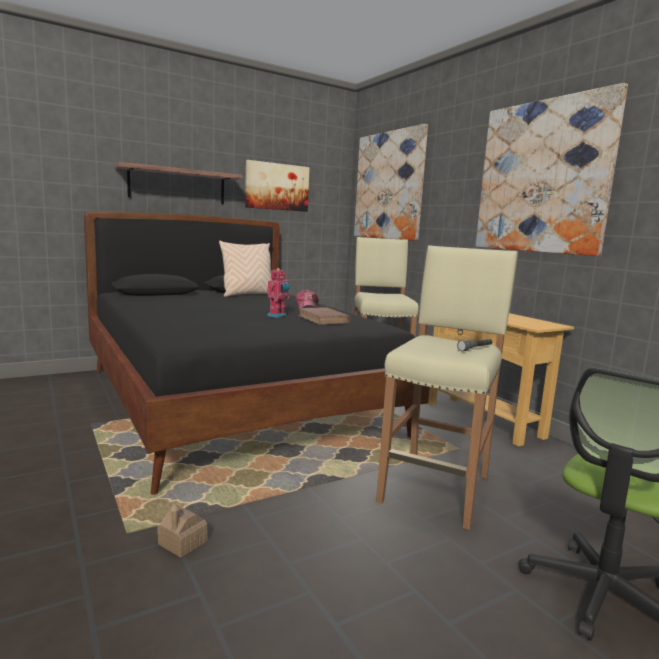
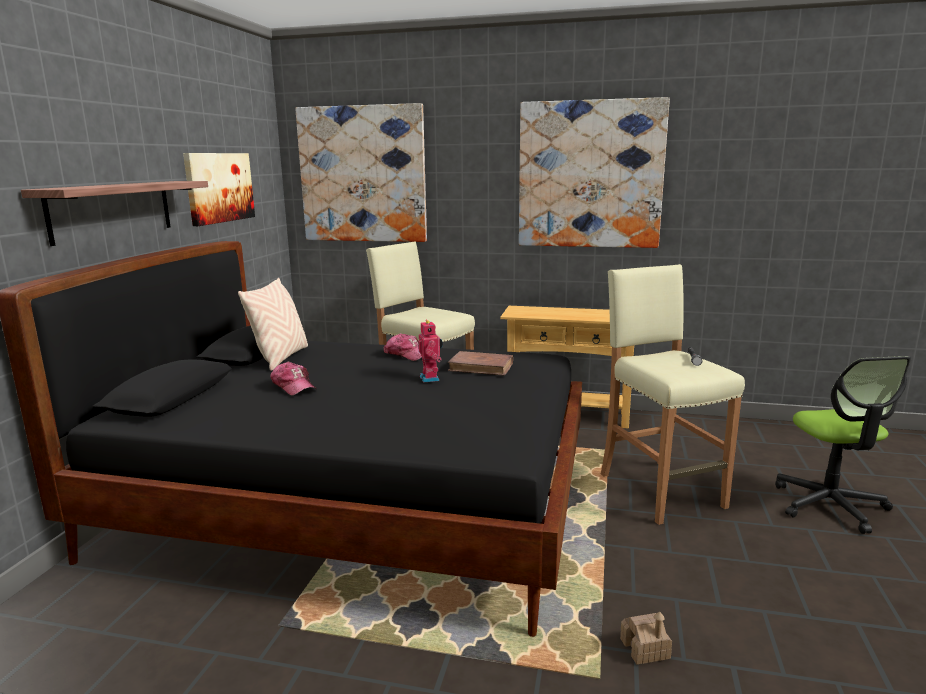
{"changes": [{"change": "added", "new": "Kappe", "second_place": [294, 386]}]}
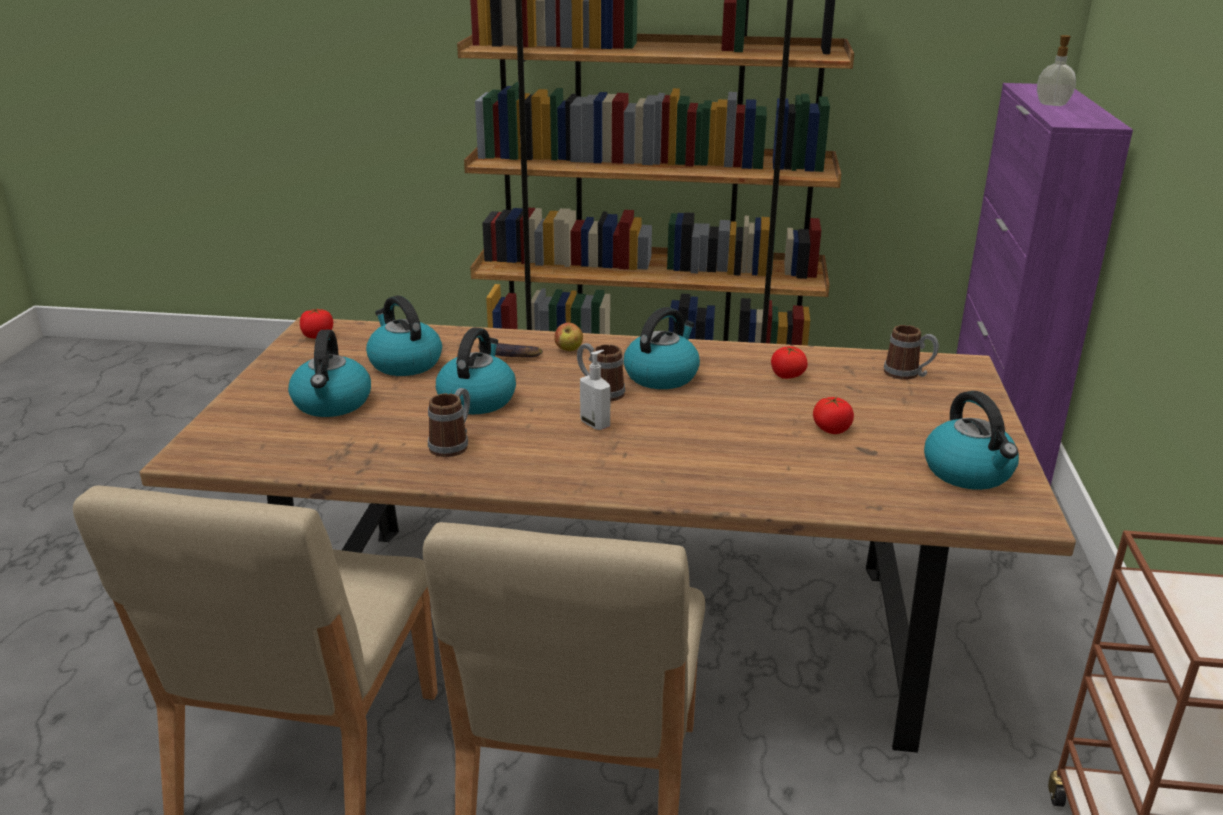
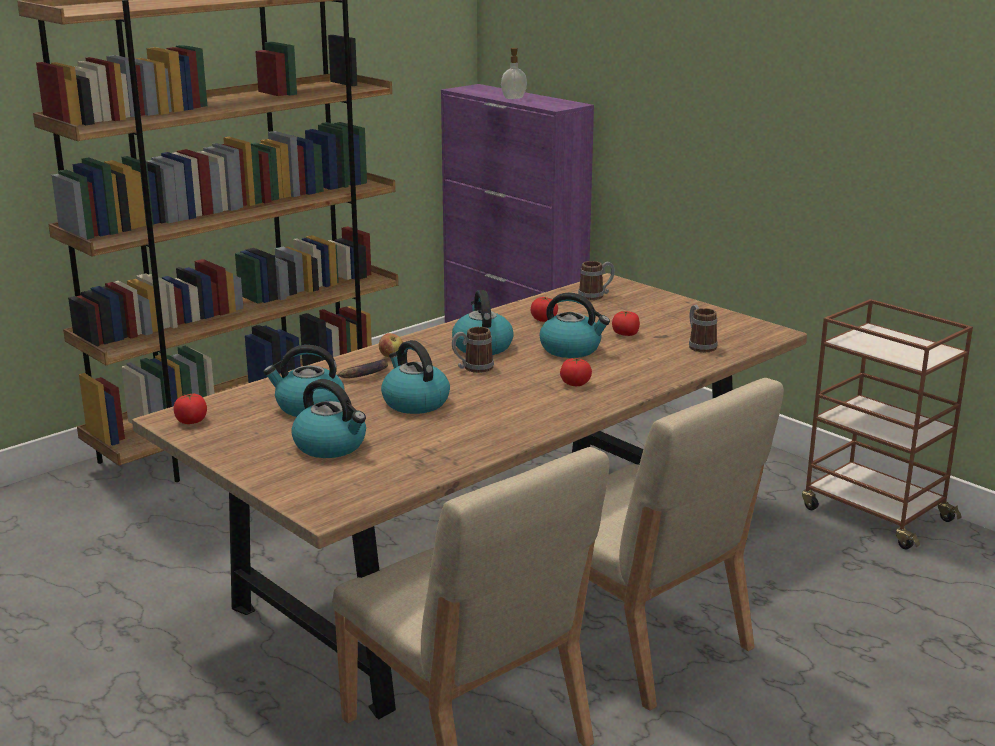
{"changes": [{"change": "removed", "old": "Seifenspender", "first_place": [595, 424]}, {"change": "added", "new": "Tomate", "second_place": [575, 384]}, {"change": "moved", "old": "Henkelbecher", "first_place": [453, 444], "second_place": [699, 345]}, {"change": "moved", "old": "Wasserkessel", "first_place": [969, 472], "second_place": [571, 349]}]}
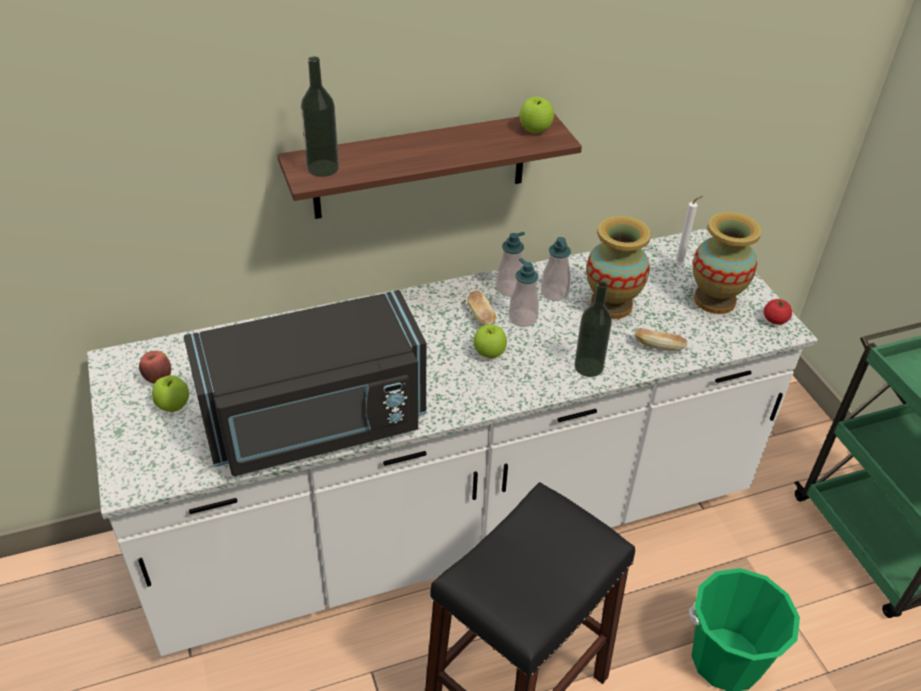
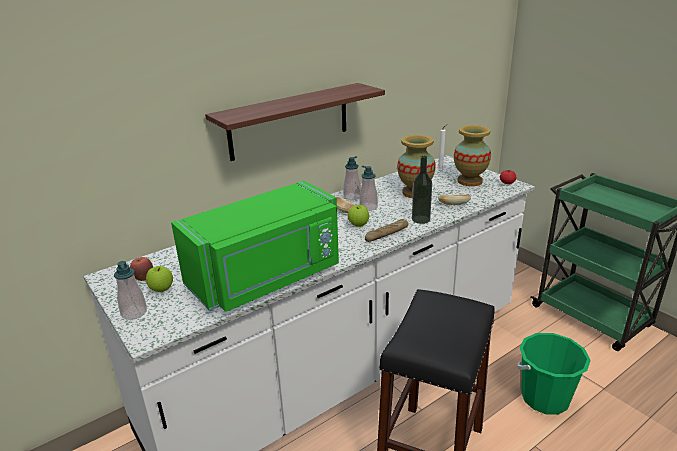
{"changes": [{"change": "removed", "old": "Flasche", "first_place": [322, 168]}, {"change": "removed", "old": "Apfel", "first_place": [535, 130]}, {"change": "added", "new": "Brot", "second_place": [386, 234]}, {"change": "moved", "old": "Seifenspender", "first_place": [554, 293], "second_place": [134, 313]}, {"change": "recoloured", "old": "Mikrowelle (schwarz)", "new": "Mikrowelle (grün)", "first_place": [316, 424], "second_place": [268, 277]}]}
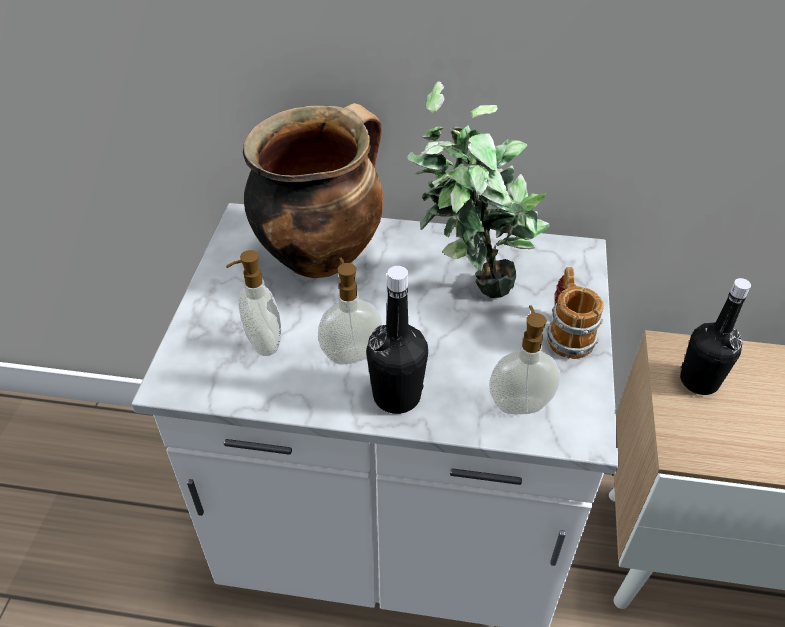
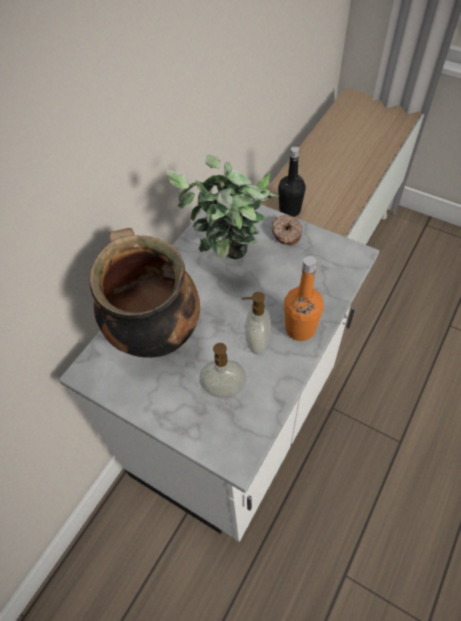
{"changes": [{"change": "removed", "old": "Seifenspender", "first_place": [519, 403]}, {"change": "replaced", "old": "Henkelbecher", "new": "Donut", "first_place": [567, 333], "second_place": [286, 234]}, {"change": "recoloured", "old": "Flasche (schwarz)", "new": "Flasche (orange)", "first_place": [396, 396], "second_place": [300, 329]}]}
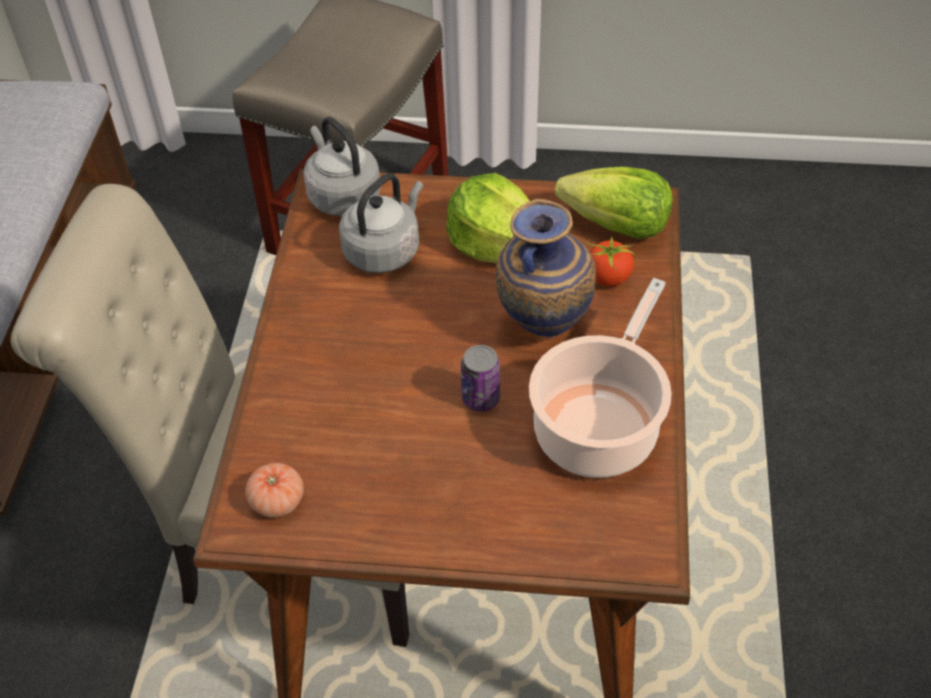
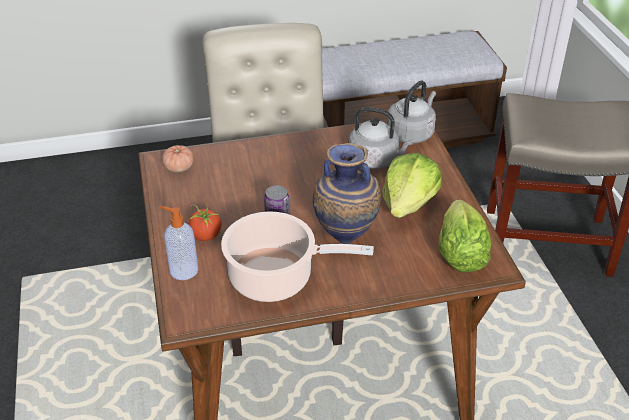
{"changes": [{"change": "added", "new": "Seifenspender", "second_place": [182, 270]}, {"change": "moved", "old": "Tomate", "first_place": [607, 278], "second_place": [205, 235]}]}
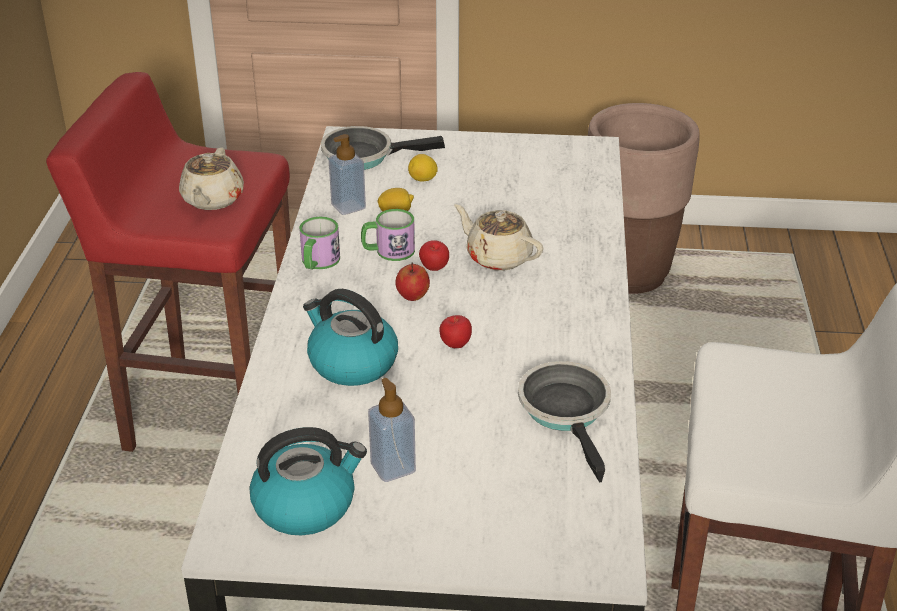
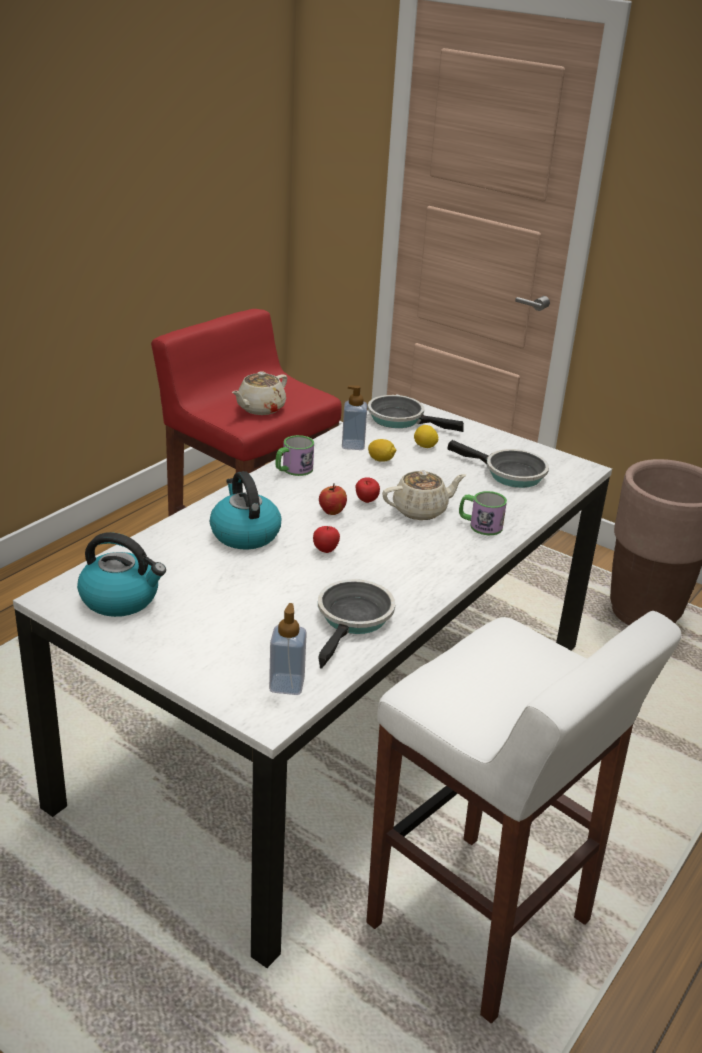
{"changes": [{"change": "added", "new": "Pfanne", "second_place": [509, 474]}, {"change": "moved", "old": "Henkelbecher", "first_place": [388, 251], "second_place": [480, 525]}, {"change": "moved", "old": "Seifenspender", "first_place": [393, 467], "second_place": [287, 684]}, {"change": "turned", "old": "Teekanne (beige)", "first_place": [497, 257], "second_place": [421, 510], "degrees": 90}]}
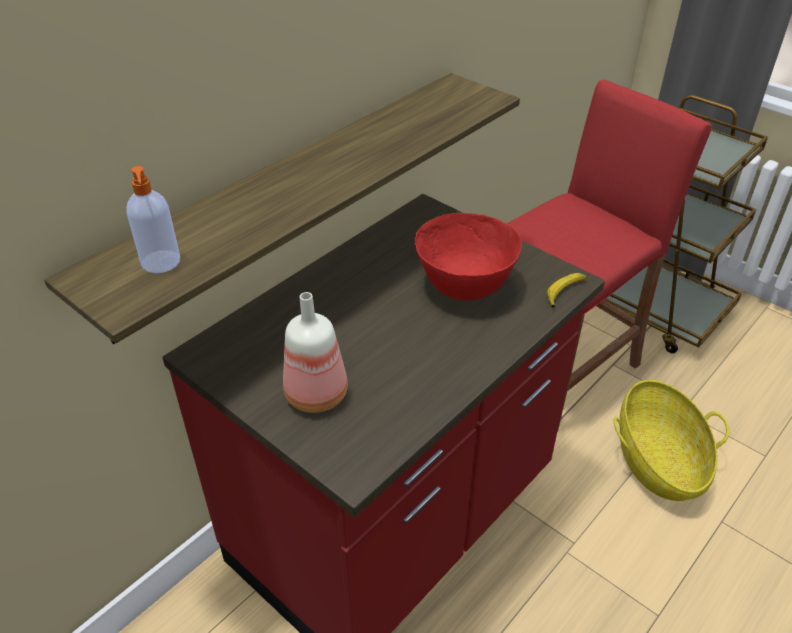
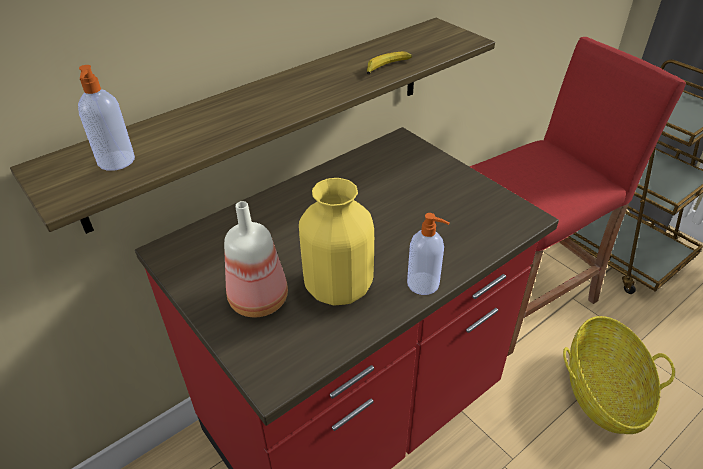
{"changes": [{"change": "removed", "old": "Schüssel (rot)", "first_place": [464, 288]}, {"change": "added", "new": "Vase (gelb)", "second_place": [337, 288]}, {"change": "added", "new": "Seifenspender", "second_place": [424, 284]}, {"change": "moved", "old": "Banane", "first_place": [565, 293], "second_place": [387, 67]}]}
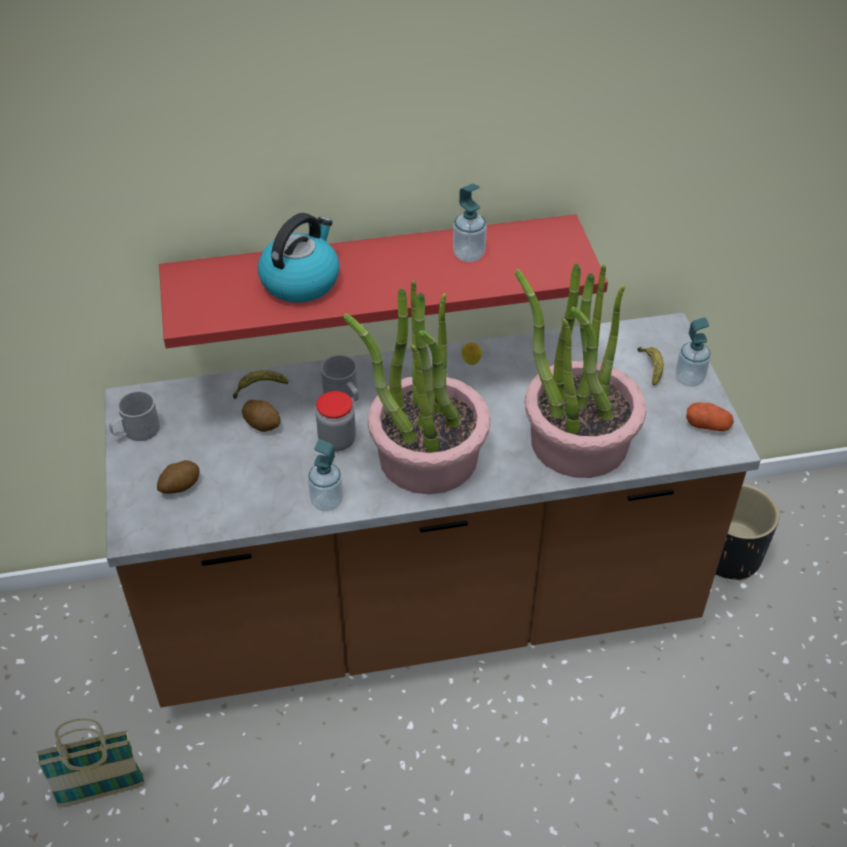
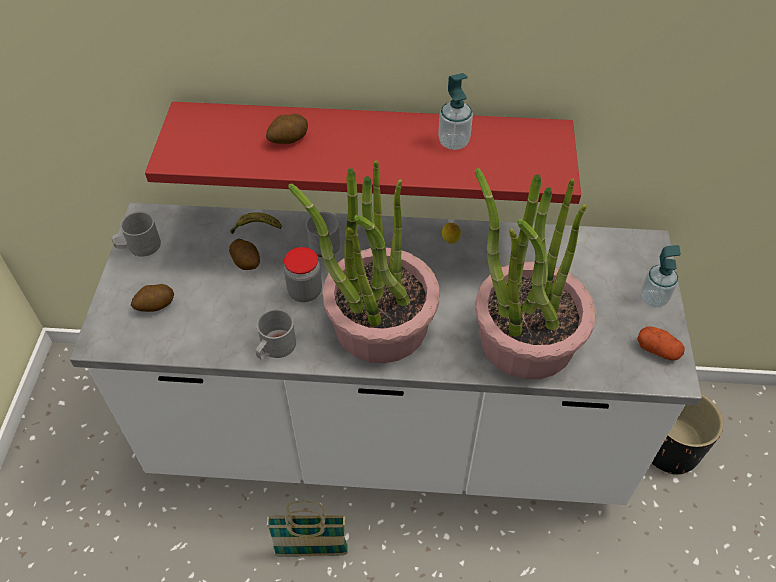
{"changes": [{"change": "removed", "old": "Banane", "first_place": [651, 368]}, {"change": "moved", "old": "Korb", "first_place": [101, 792], "second_place": [311, 551]}, {"change": "replaced", "old": "Wasserkessel", "new": "Kartoffel", "first_place": [301, 280], "second_place": [288, 140]}, {"change": "replaced", "old": "Seifenspender", "new": "Henkelbecher (grau)", "first_place": [327, 501], "second_place": [275, 348]}, {"change": "recoloured", "old": "Küchenzeile (braun)", "new": "Küchenzeile (weiß)", "first_place": [423, 611], "second_place": [388, 436]}]}
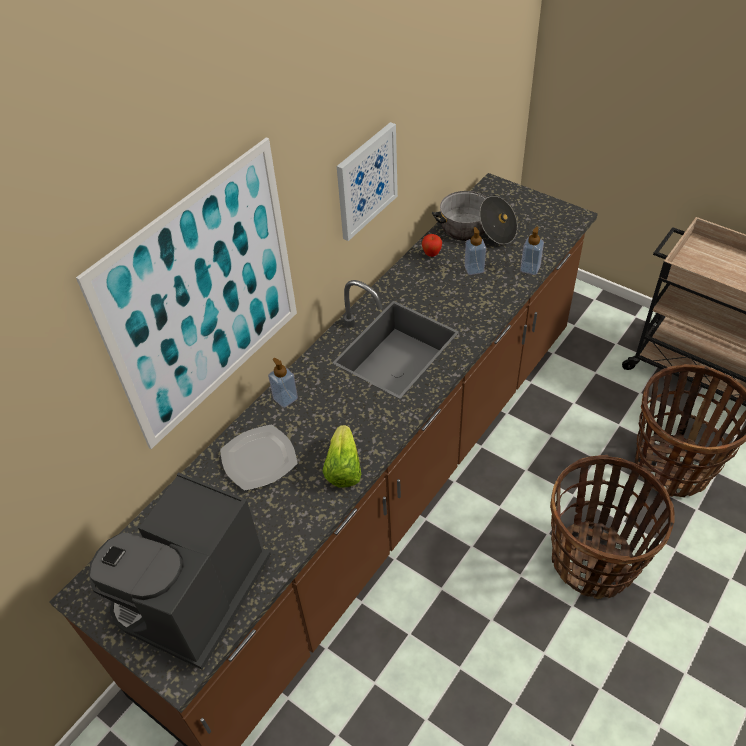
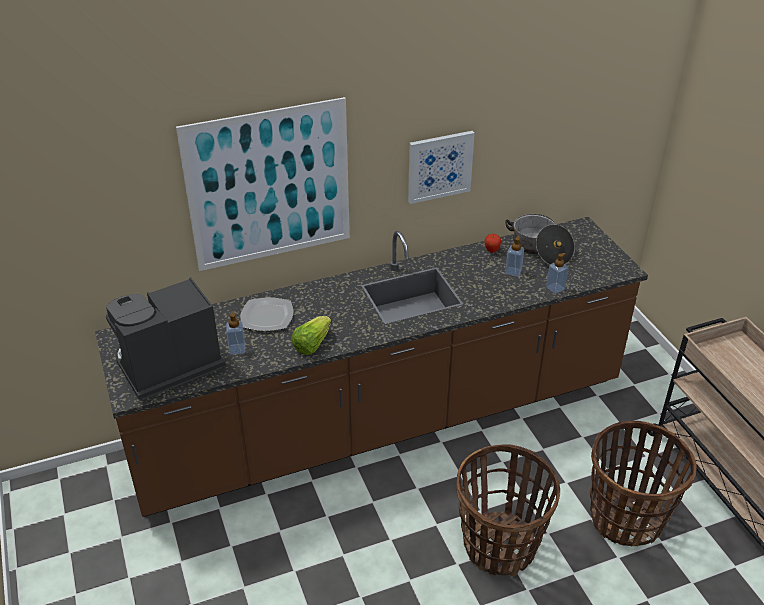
{"changes": [{"change": "moved", "old": "Seifenspender", "first_place": [285, 398], "second_place": [237, 349]}]}
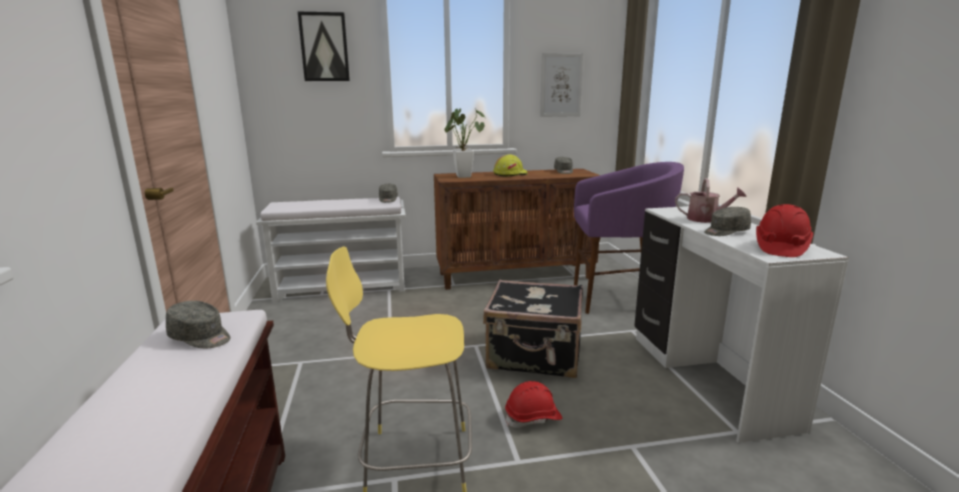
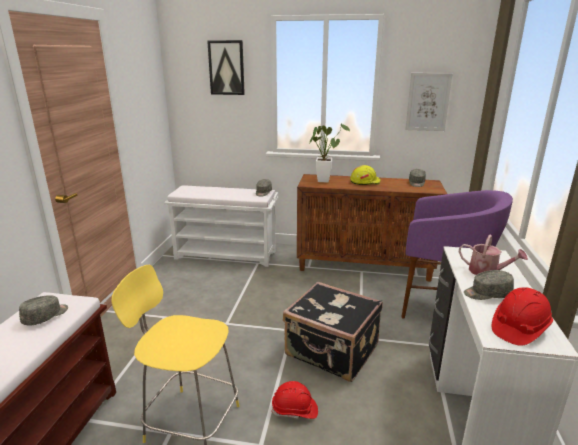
{"changes": [{"change": "turned", "old": "Kappe (grau)", "first_place": [201, 337], "second_place": [46, 316], "degrees": -105}]}
